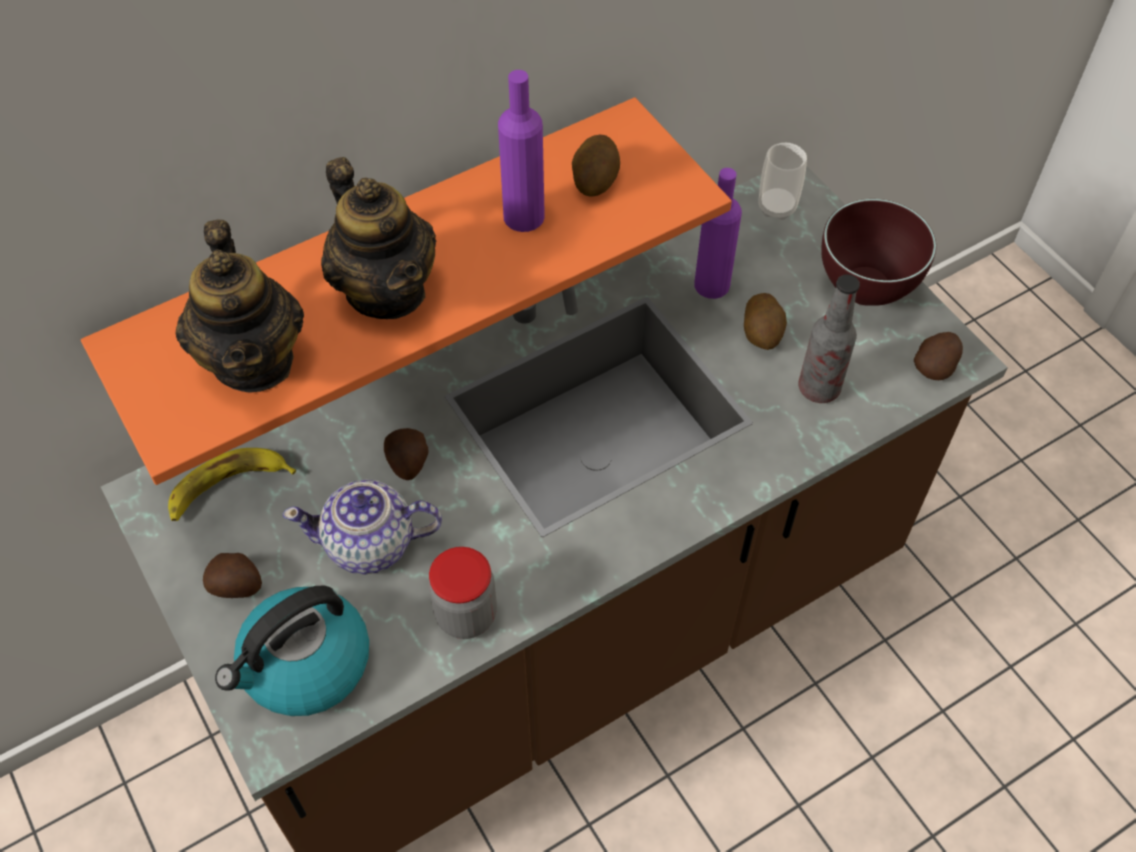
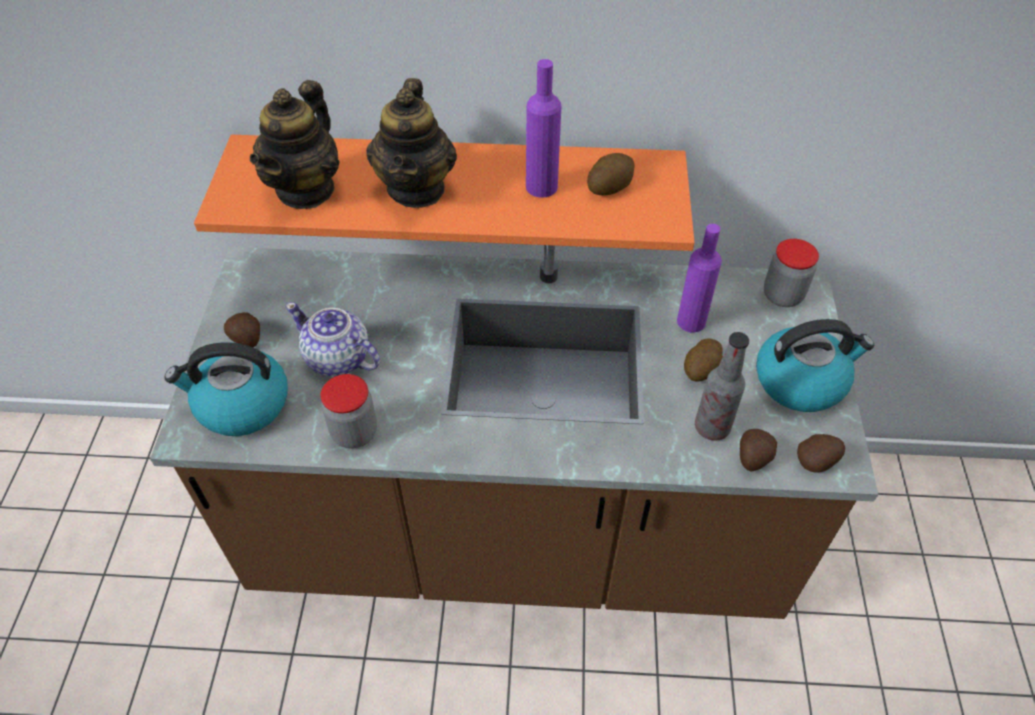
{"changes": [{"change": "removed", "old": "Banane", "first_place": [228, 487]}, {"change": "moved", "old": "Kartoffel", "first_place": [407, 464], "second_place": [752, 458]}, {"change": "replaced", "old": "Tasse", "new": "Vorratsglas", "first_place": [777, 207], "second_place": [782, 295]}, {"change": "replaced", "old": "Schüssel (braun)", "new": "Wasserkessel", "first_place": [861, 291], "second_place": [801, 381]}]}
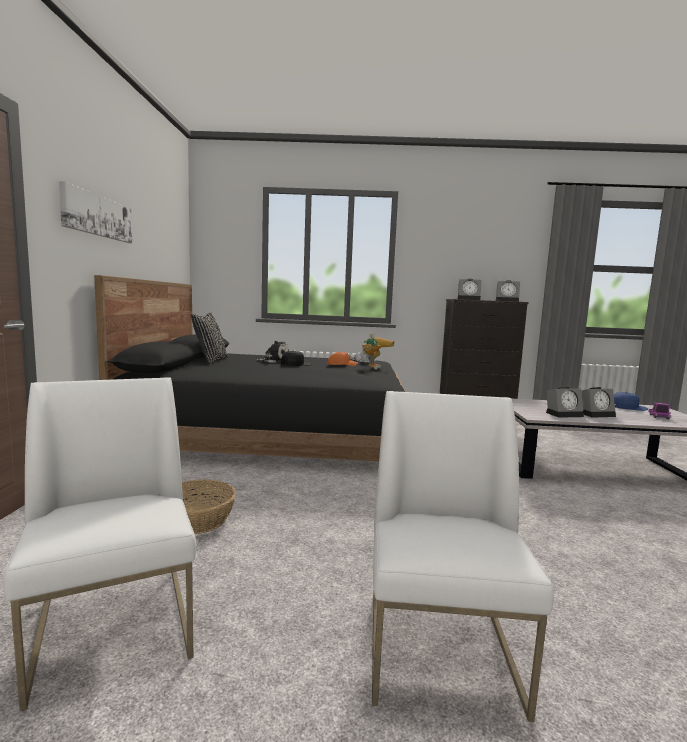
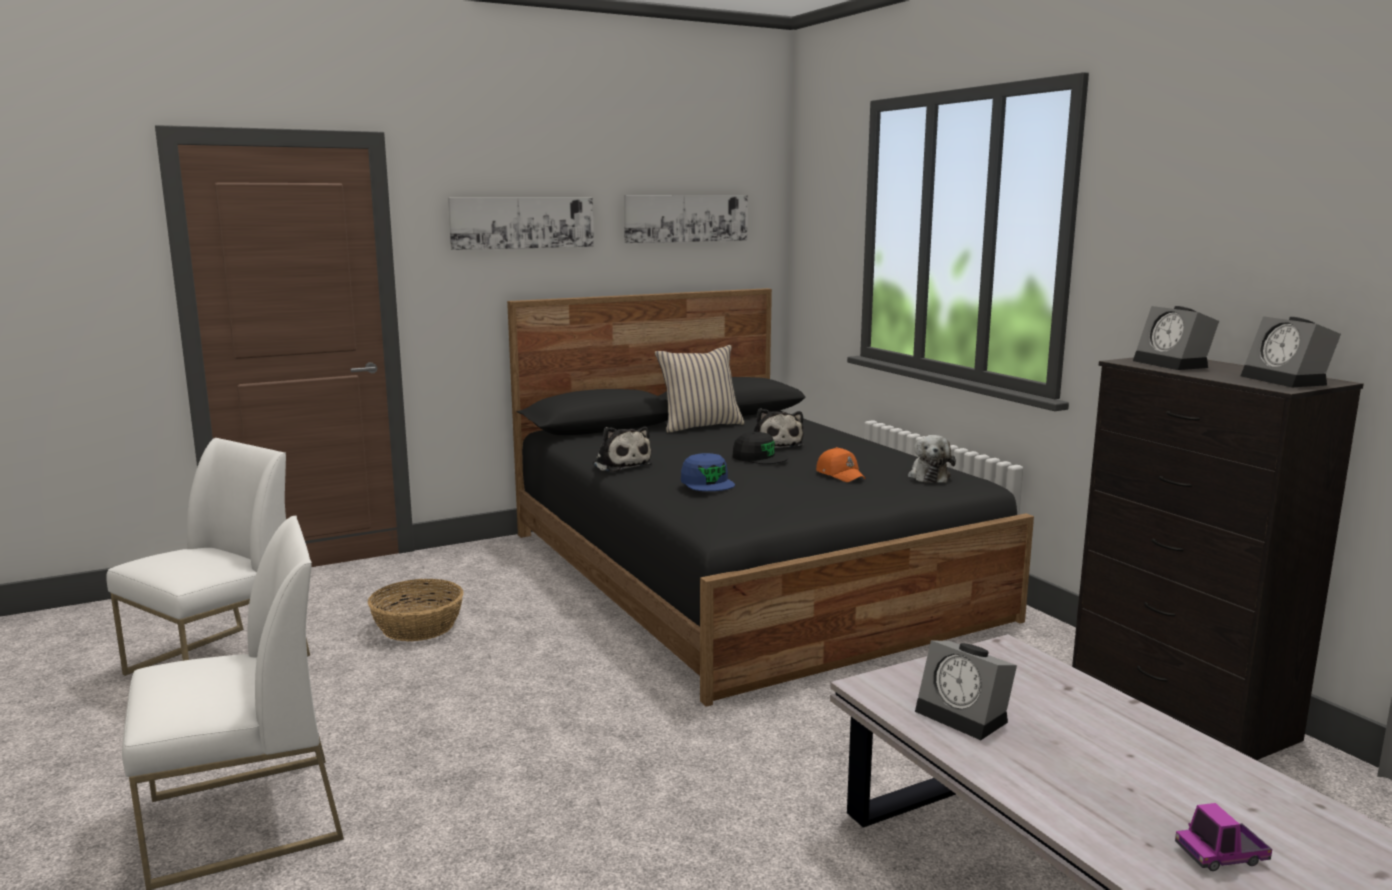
{"changes": [{"change": "removed", "old": "Spielzeugroboter", "first_place": [373, 367]}, {"change": "removed", "old": "Wecker", "first_place": [596, 414]}, {"change": "added", "new": "Plüschtier", "second_place": [621, 464]}, {"change": "added", "new": "Bild", "second_place": [685, 218]}, {"change": "moved", "old": "Kappe (blau)", "first_place": [627, 407], "second_place": [707, 482]}, {"change": "recoloured", "old": "Kissen (schwarz)", "new": "Kissen (beige)", "first_place": [210, 360], "second_place": [700, 426]}]}
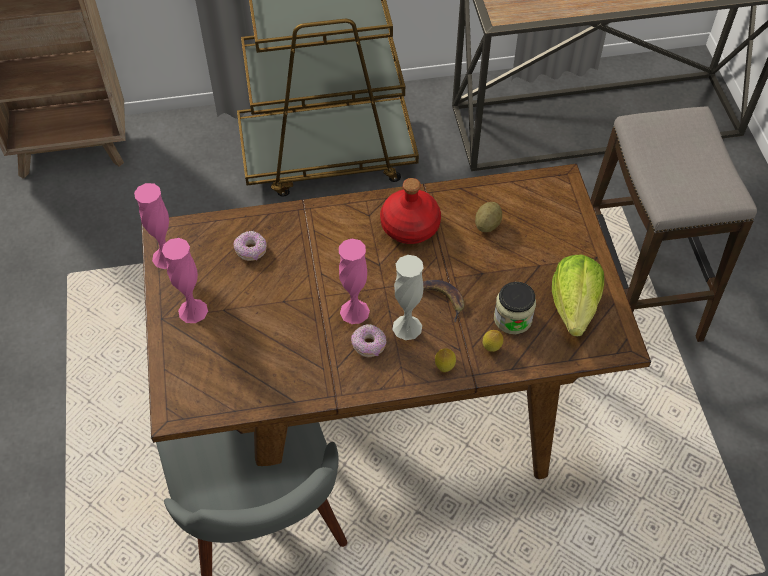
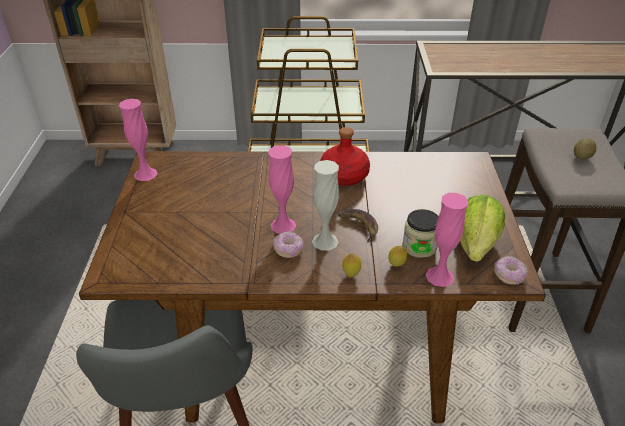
{"changes": [{"change": "moved", "old": "Vase (rosa)", "first_place": [193, 311], "second_place": [439, 276]}, {"change": "moved", "old": "Donut", "first_place": [251, 250], "second_place": [509, 276]}, {"change": "moved", "old": "Kartoffel", "first_place": [487, 224], "second_place": [581, 157]}]}
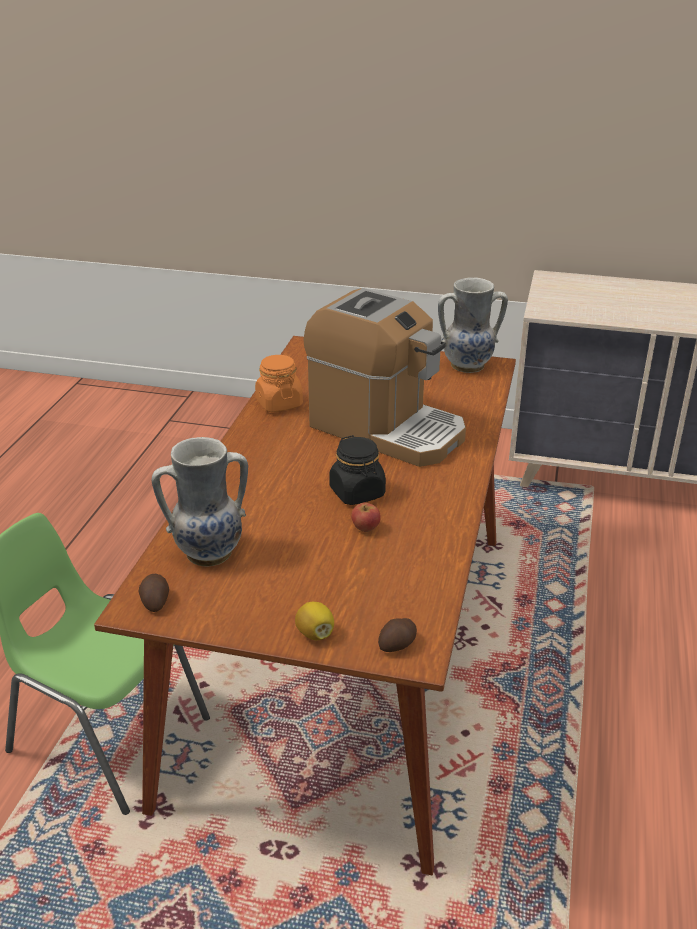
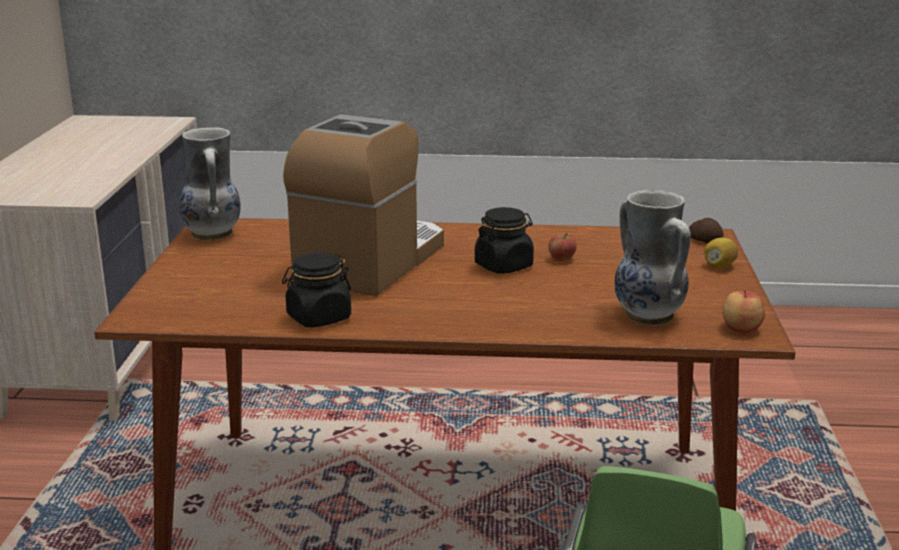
{"changes": [{"change": "replaced", "old": "Kartoffel", "new": "Apfel", "first_place": [155, 601], "second_place": [740, 329]}, {"change": "recoloured", "old": "Vorratsglas (orange)", "new": "Vorratsglas (schwarz)", "first_place": [279, 403], "second_place": [318, 318]}]}
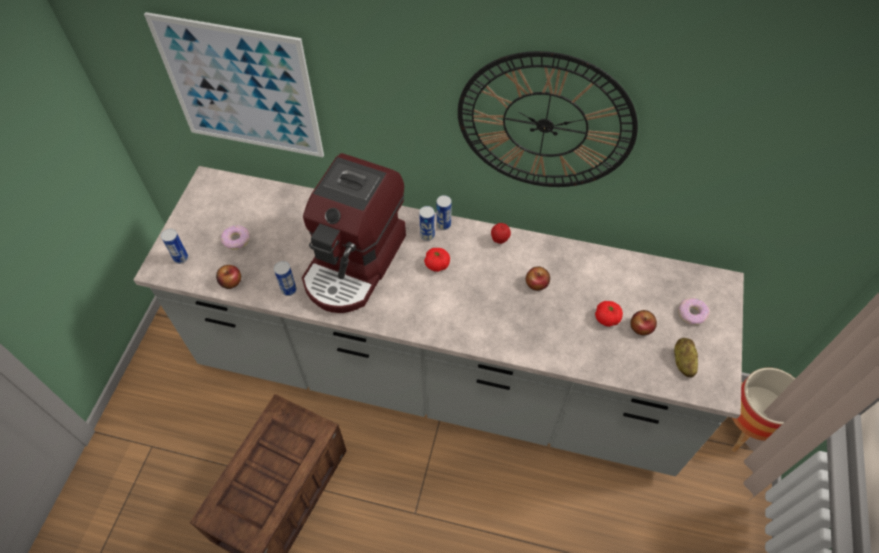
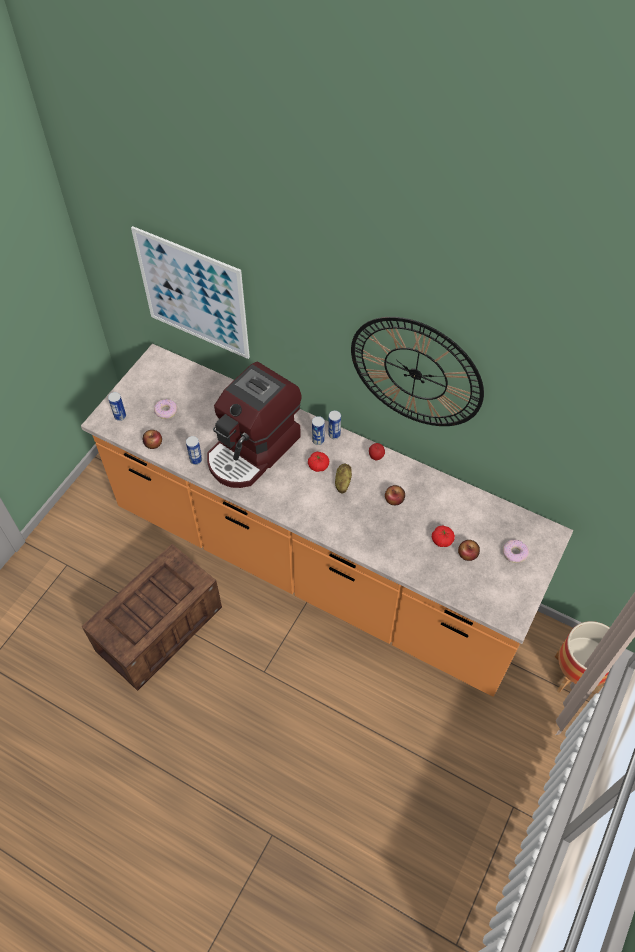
{"changes": [{"change": "moved", "old": "Kartoffel", "first_place": [683, 362], "second_place": [342, 482]}, {"change": "recoloured", "old": "Küchenzeile (grau)", "new": "Küchenzeile (orange)", "first_place": [439, 377], "second_place": [317, 566]}]}
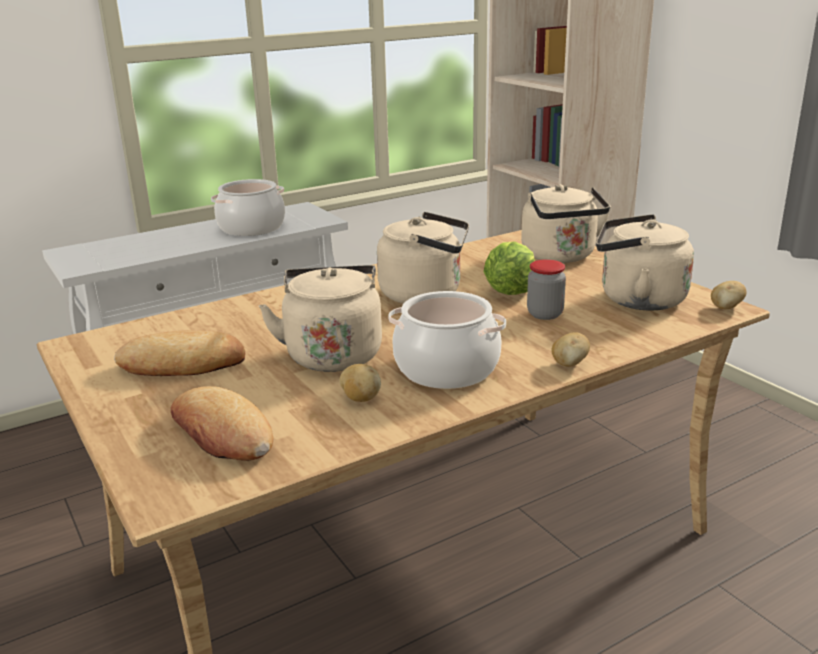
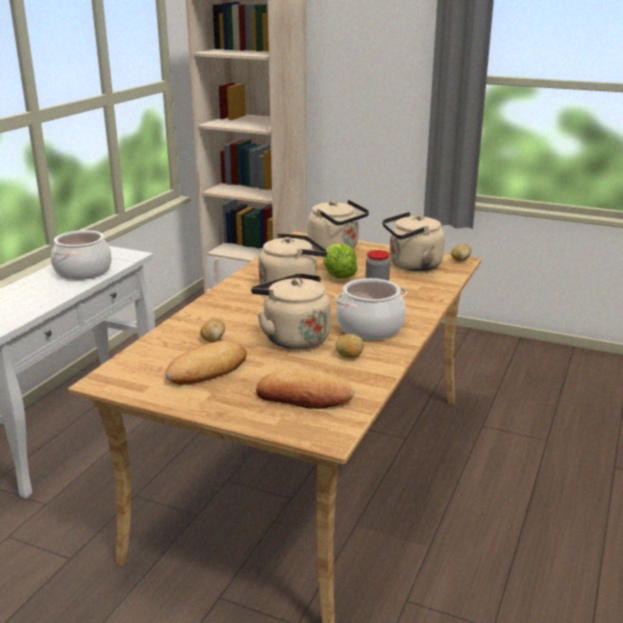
{"changes": [{"change": "moved", "old": "Kartoffel", "first_place": [569, 364], "second_place": [213, 340]}]}
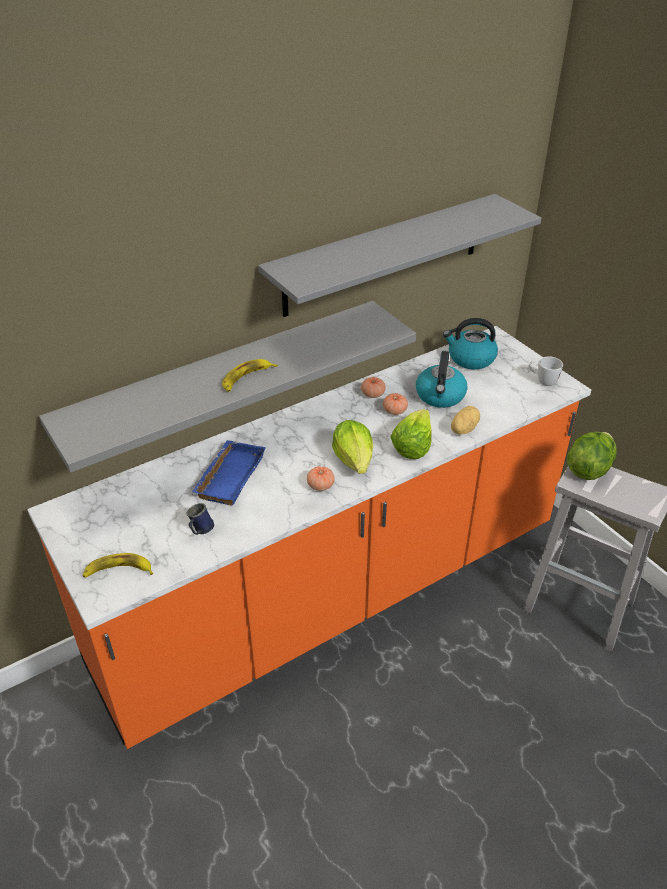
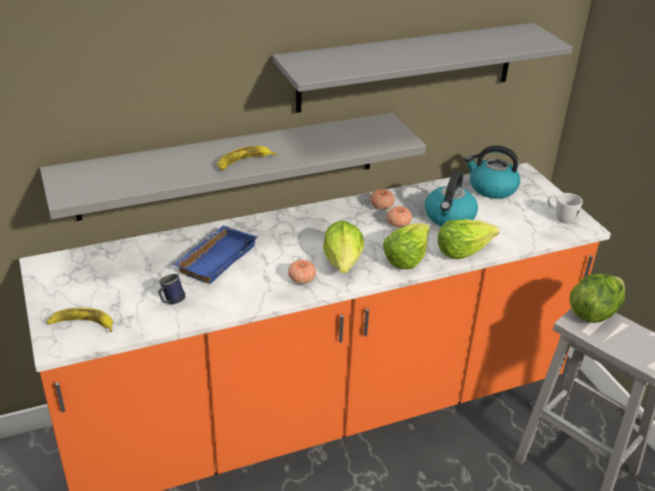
{"changes": [{"change": "replaced", "old": "Kartoffel", "new": "Salatkopf", "first_place": [463, 429], "second_place": [463, 250]}]}
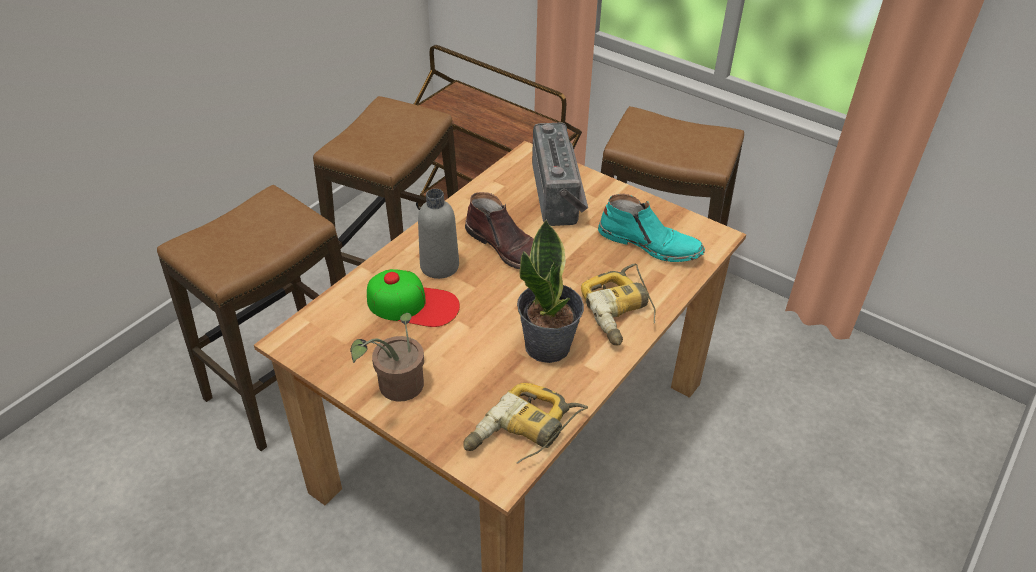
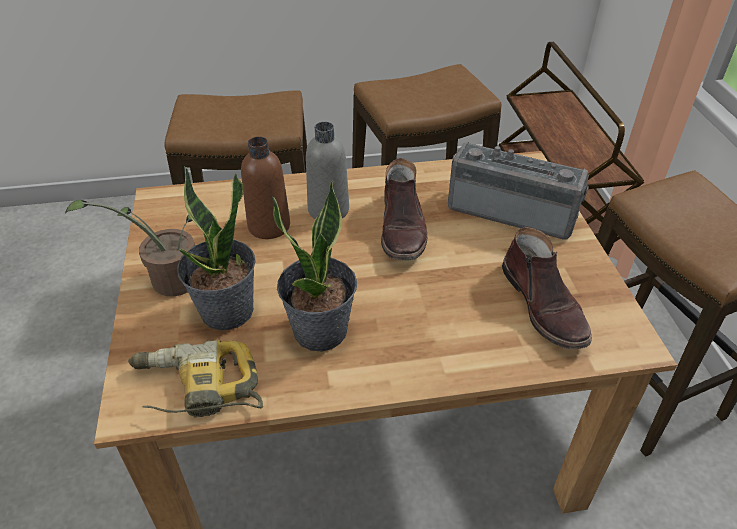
{"changes": [{"change": "removed", "old": "Bohrmaschine", "first_place": [621, 312]}, {"change": "added", "new": "Topfpflanze", "second_place": [227, 311]}, {"change": "replaced", "old": "Kappe", "new": "Flasche (braun)", "first_place": [413, 304], "second_place": [269, 226]}, {"change": "recoloured", "old": "Stiefel (türkis)", "new": "Stiefel (braun)", "first_place": [650, 244], "second_place": [544, 305]}, {"change": "turned", "old": "Radio", "first_place": [560, 194], "second_place": [512, 211], "degrees": -105}]}
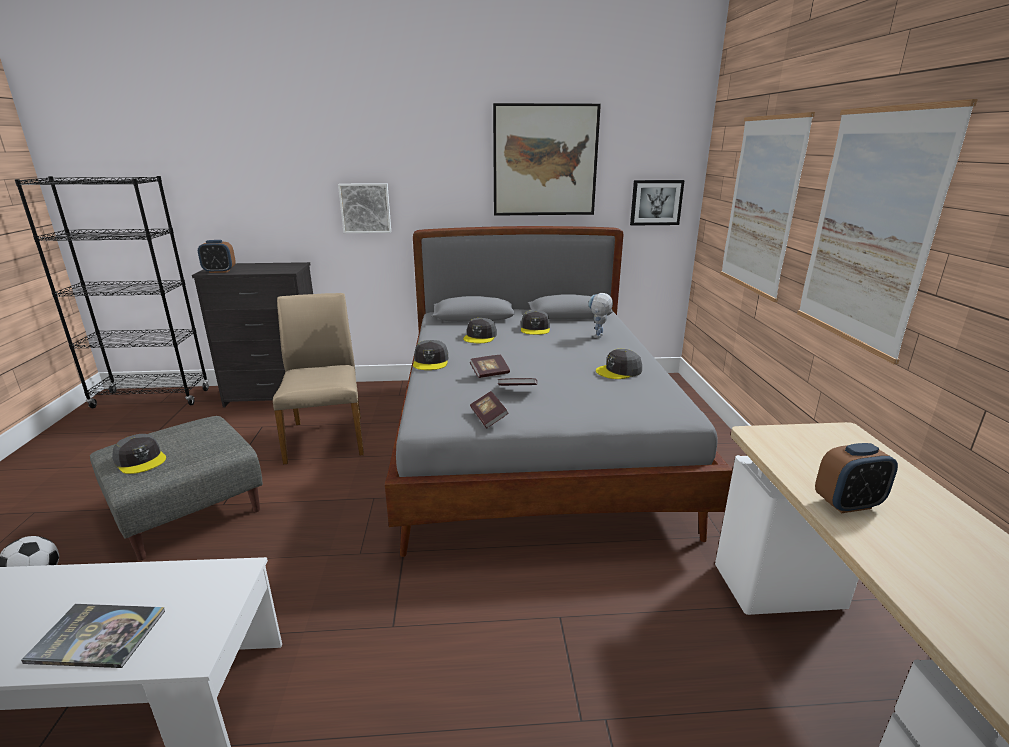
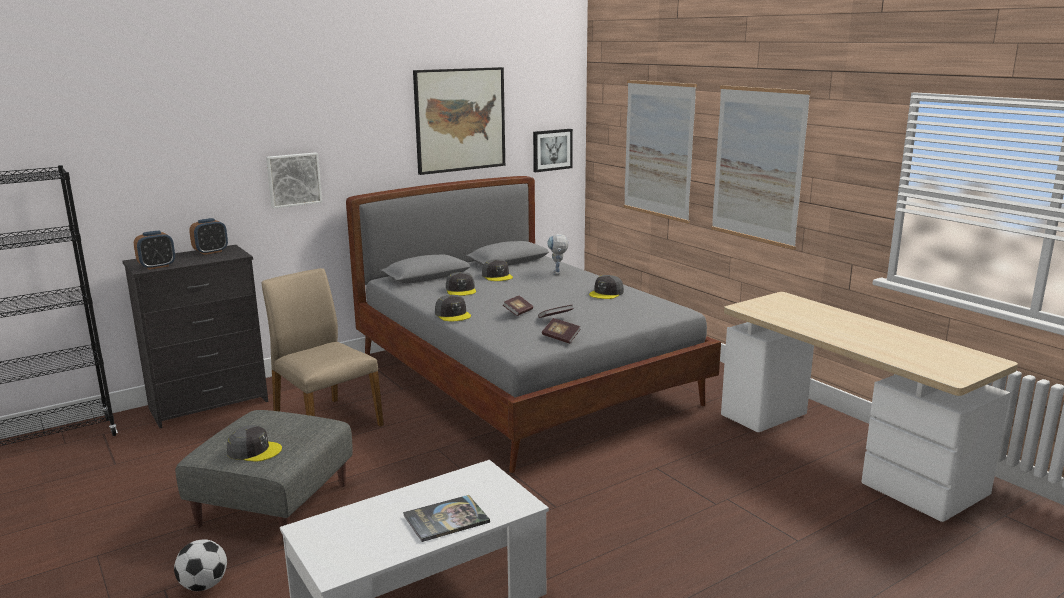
{"changes": [{"change": "moved", "old": "Wecker", "first_place": [847, 504], "second_place": [211, 252]}]}
